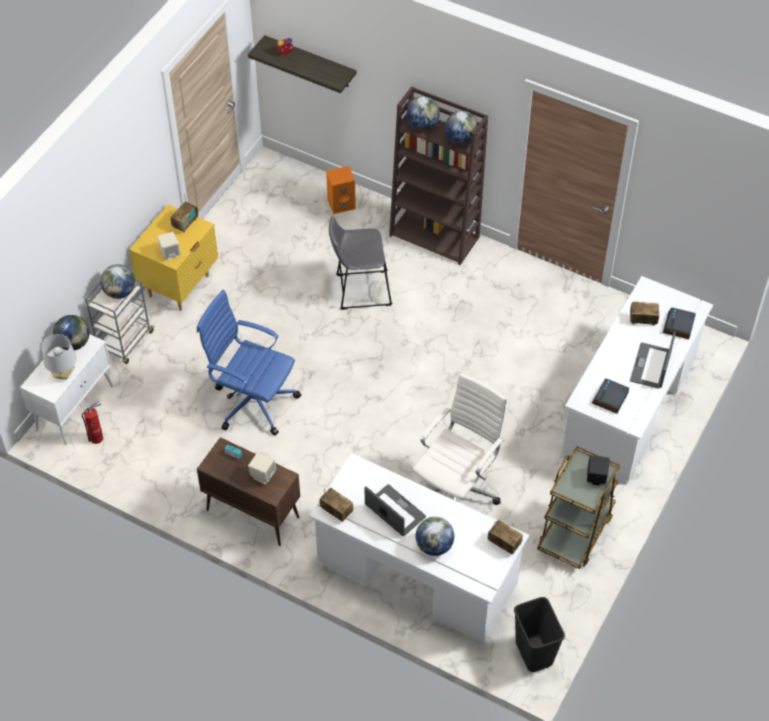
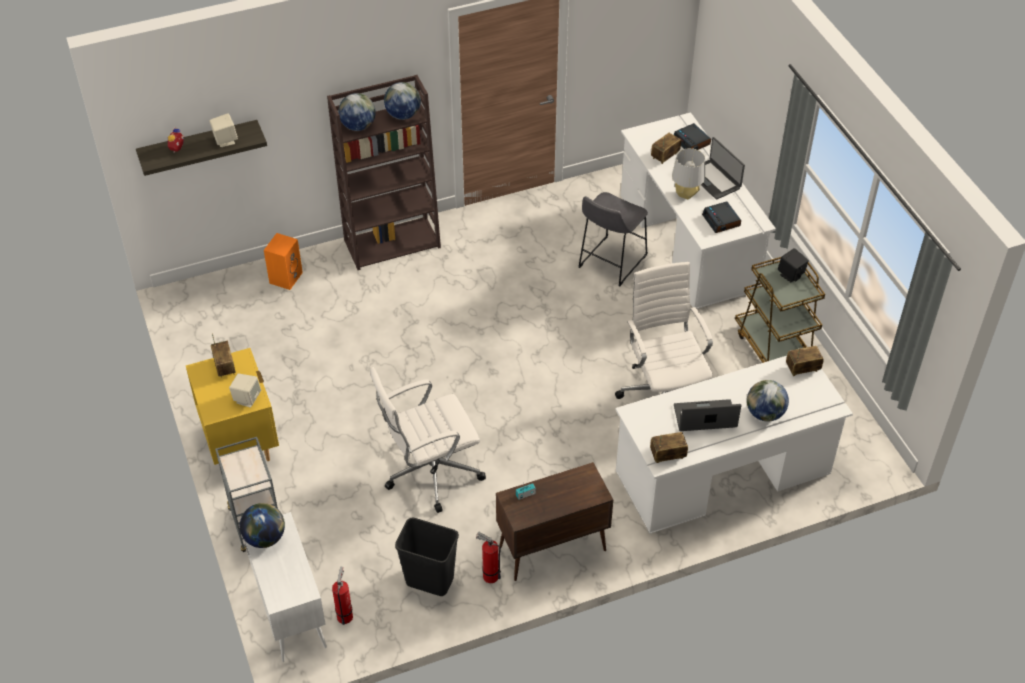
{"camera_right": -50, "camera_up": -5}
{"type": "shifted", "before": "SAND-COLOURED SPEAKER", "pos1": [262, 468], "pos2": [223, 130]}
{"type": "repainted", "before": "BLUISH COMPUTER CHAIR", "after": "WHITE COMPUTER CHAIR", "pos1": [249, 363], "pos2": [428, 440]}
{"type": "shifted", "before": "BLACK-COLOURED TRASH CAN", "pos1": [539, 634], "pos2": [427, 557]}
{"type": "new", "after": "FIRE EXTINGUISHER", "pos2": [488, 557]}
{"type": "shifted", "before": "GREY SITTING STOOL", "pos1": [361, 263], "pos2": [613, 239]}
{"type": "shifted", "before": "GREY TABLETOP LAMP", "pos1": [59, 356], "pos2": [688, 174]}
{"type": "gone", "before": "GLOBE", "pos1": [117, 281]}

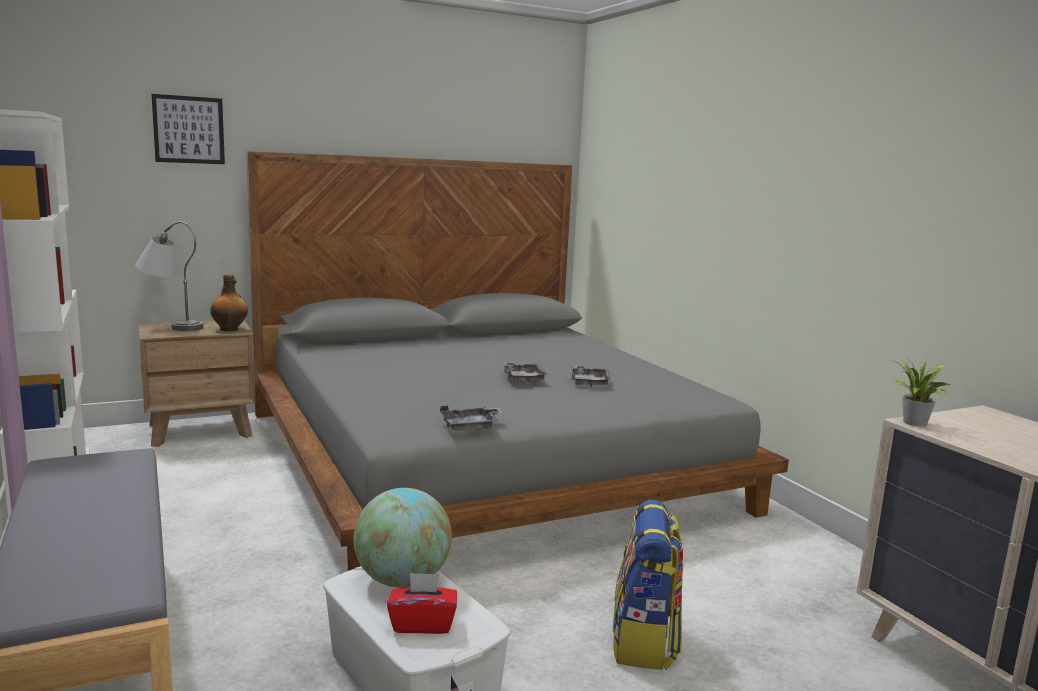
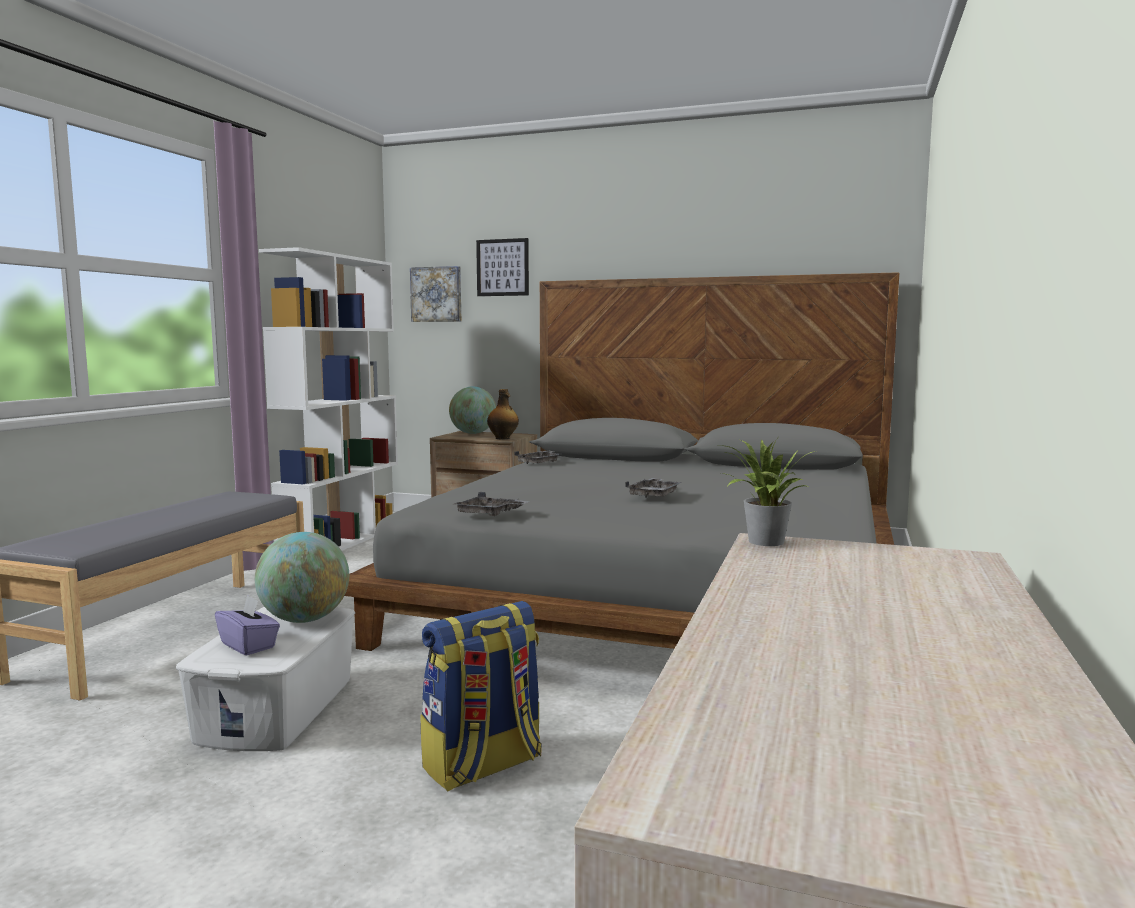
{"camera_right": 45, "camera_up": -5}
{"type": "repainted", "before": "RED TISSUE HOLDER", "after": "PURPLE-COLOURED TISSUE HOLDER", "pos1": [422, 603], "pos2": [247, 625]}
{"type": "new", "after": "WALL PICTURE", "pos2": [435, 294]}
{"type": "swapped", "before": "GREY TABLETOP LAMP", "after": "GLOBE", "pos1": [169, 276], "pos2": [472, 410]}
{"type": "shifted", "before": "GREY TRAY", "pos1": [591, 376], "pos2": [536, 457]}

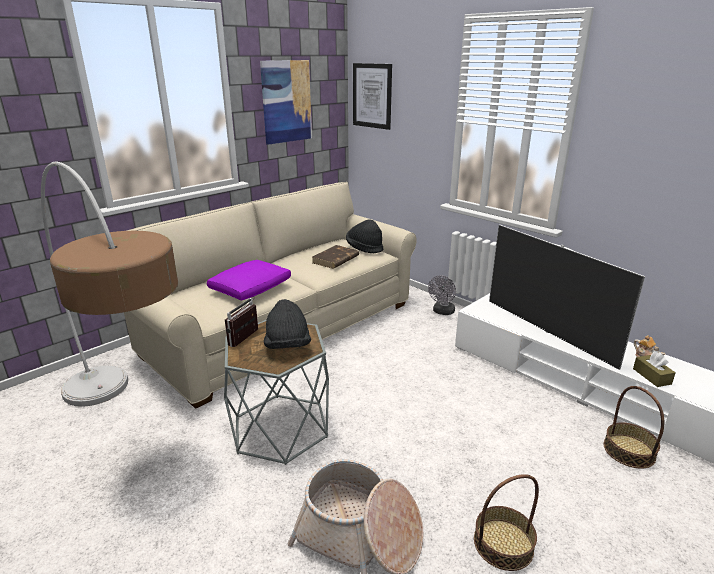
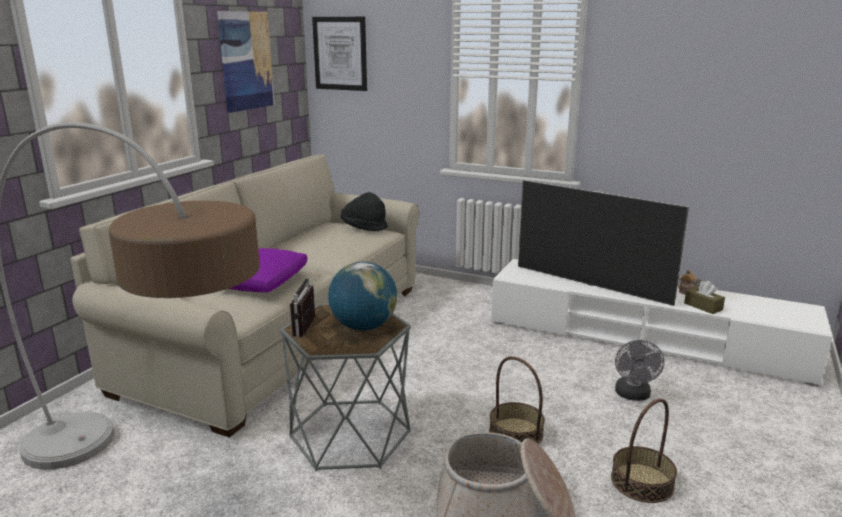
{"camera_right": -20, "camera_up": -5}
{"type": "swapped", "before": "BLACK-COLOURED WEARABLE HAT", "after": "GLOBE", "pos1": [287, 324], "pos2": [362, 296]}
{"type": "shifted", "before": "HOUSEHOLD BASKET", "pos1": [633, 427], "pos2": [517, 400]}
{"type": "shifted", "before": "GREY ELECTRIC FAN", "pos1": [442, 295], "pos2": [639, 370]}
{"type": "gone", "before": "BROWN BOUND BOOK", "pos1": [335, 257]}

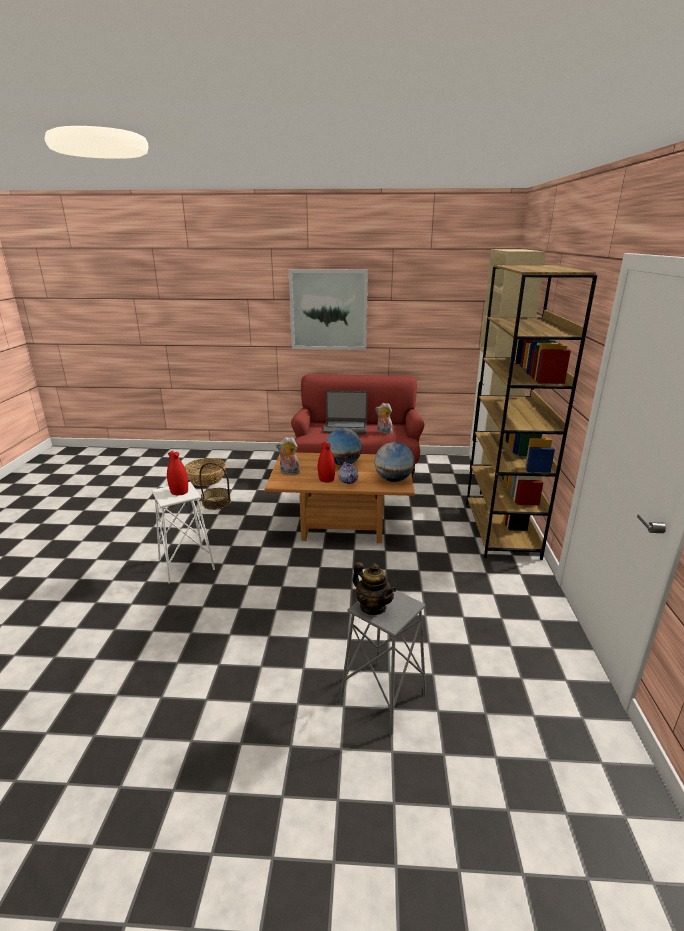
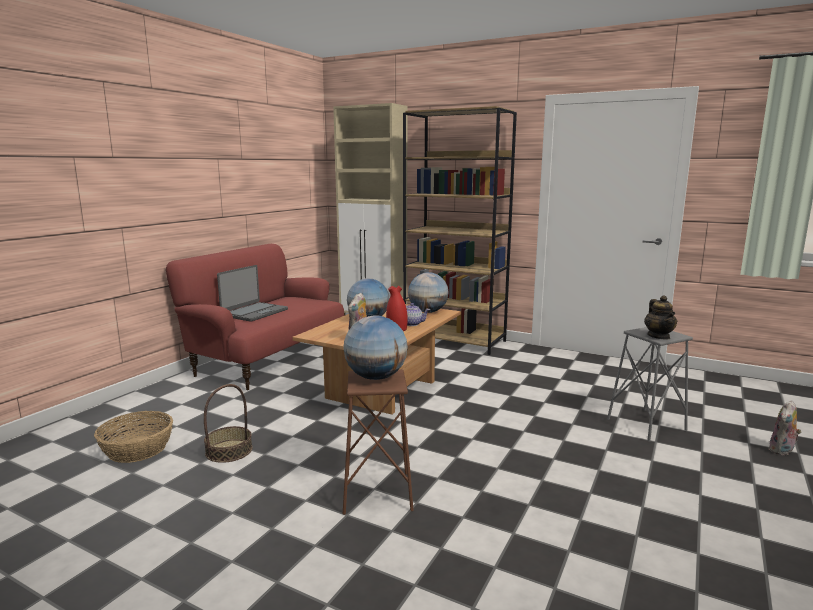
{"camera_right": -65, "camera_up": -10}
{"type": "swapped", "before": "RED VASE", "after": "GLOBE", "pos1": [177, 473], "pos2": [375, 347]}
{"type": "repainted", "before": "WHITE SITTING STOOL", "after": "BROWN SITTING STOOL", "pos1": [183, 533], "pos2": [378, 442]}
{"type": "rotated", "before": "TEA POT", "pos1": [374, 588], "pos2": [660, 317], "turn": 105}
{"type": "shifted", "before": "PLUSH TOY", "pos1": [384, 418], "pos2": [785, 427]}
{"type": "gone", "before": "WALL PICTURE", "pos1": [328, 309]}

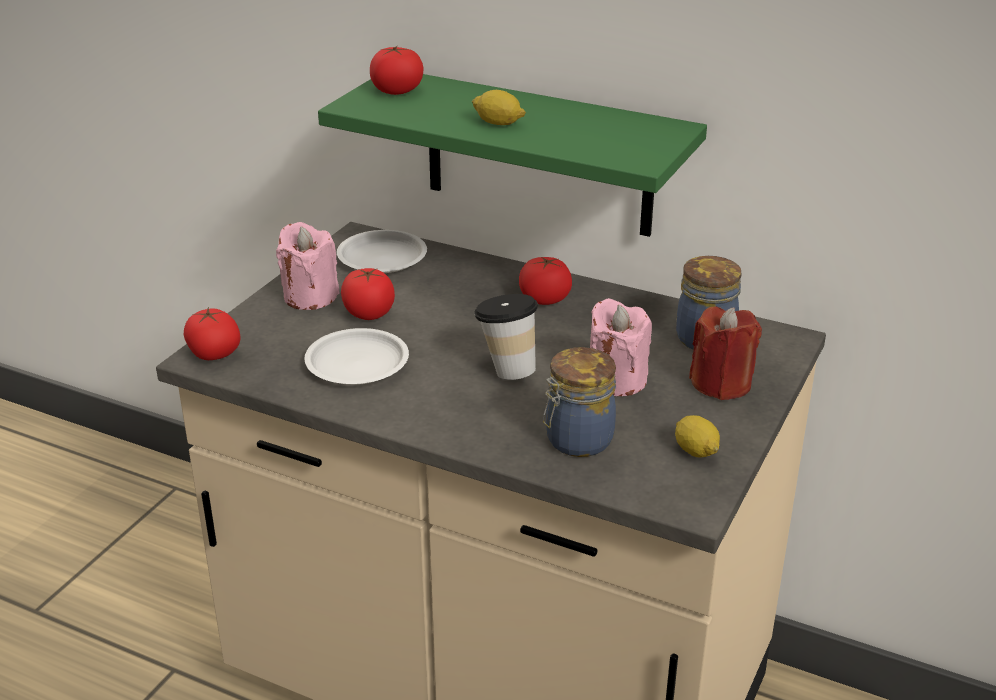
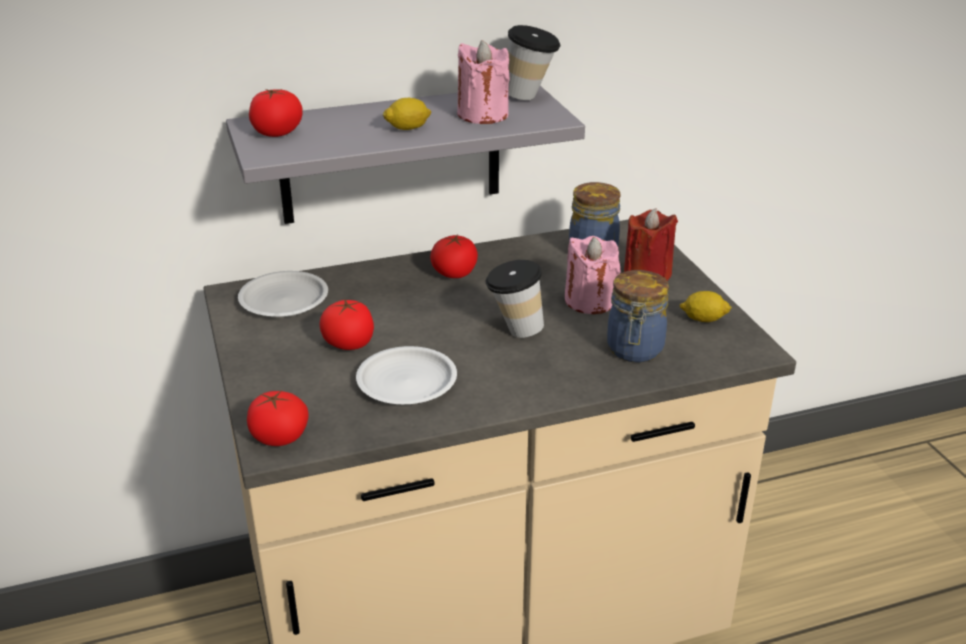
{"camera_right": -45, "camera_up": 0}
{"type": "repainted", "before": "GREEN BRACKET SHELF", "after": "GREY BRACKET SHELF", "pos1": [512, 155], "pos2": [405, 155]}
{"type": "shifted", "before": "PINK-COLOURED WAX CANDLE", "pos1": [308, 266], "pos2": [483, 82]}
{"type": "new", "after": "DRINKING CUP", "pos2": [534, 62]}

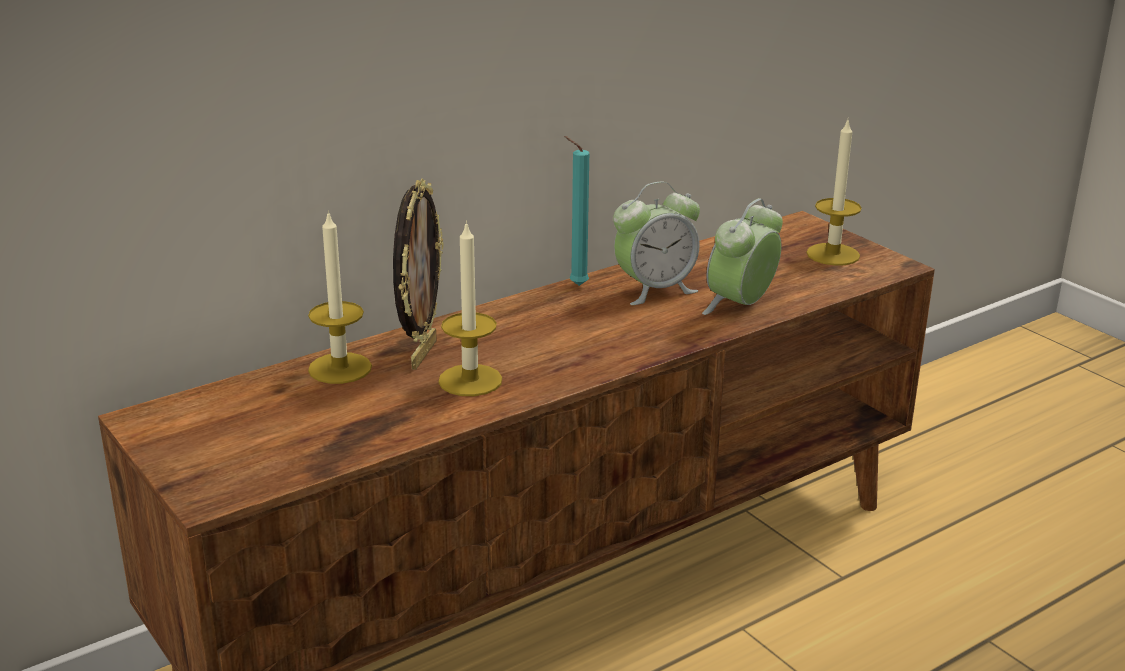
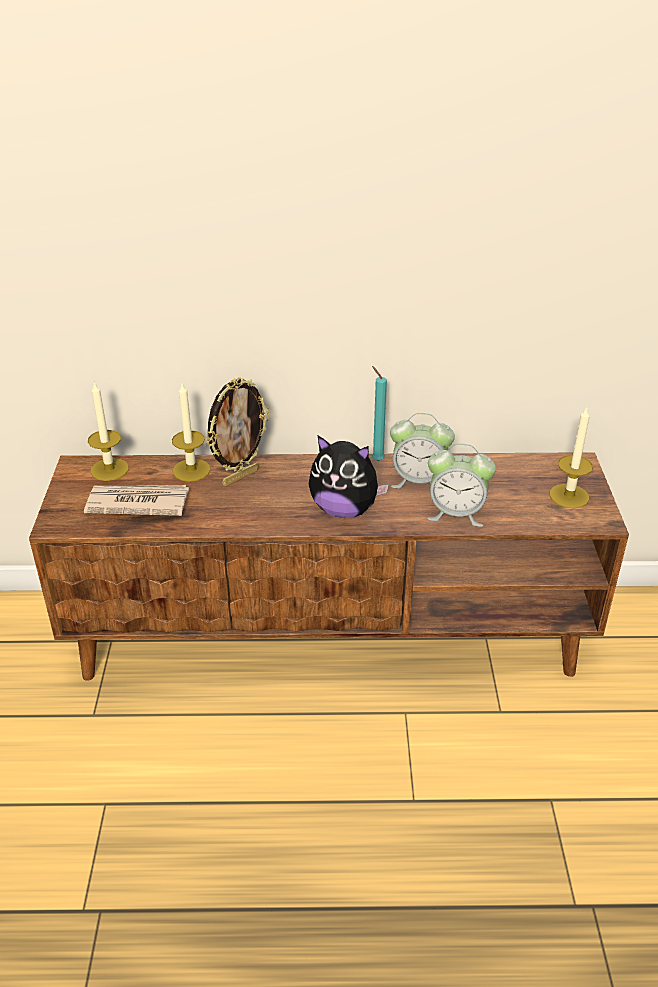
{"camera_right": 35, "camera_up": 10}
{"type": "new", "after": "NEWSPAPER", "pos2": [136, 500]}
{"type": "shifted", "before": "WAX CANDLE", "pos1": [470, 308], "pos2": [108, 431]}
{"type": "new", "after": "PLUSH TOY", "pos2": [349, 477]}
{"type": "rotated", "before": "BEDSIDE CLOCK", "pos1": [742, 256], "pos2": [462, 485], "turn": -150}

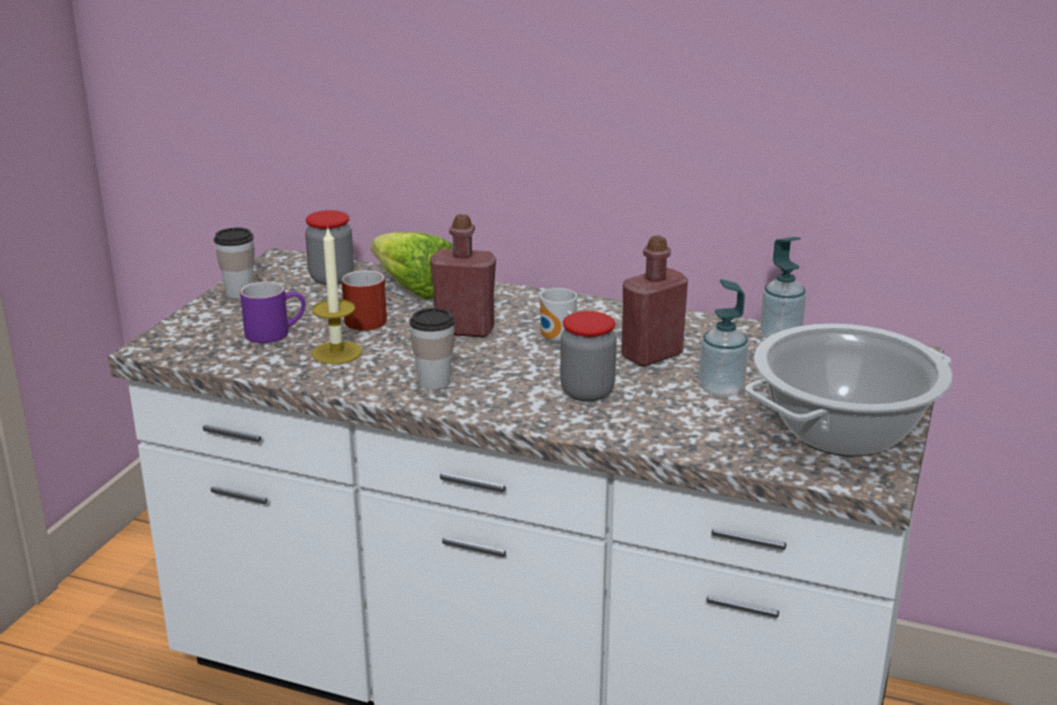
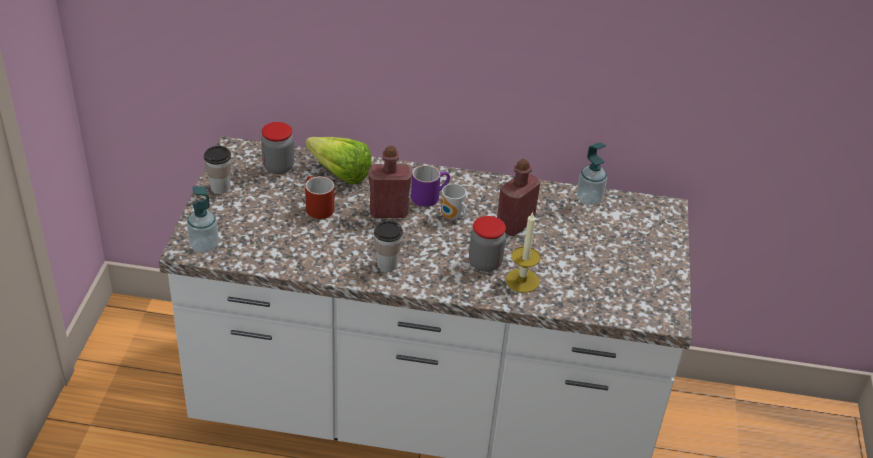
{"camera_right": -15, "camera_up": 15}
{"type": "shifted", "before": "LIQUID SOAP BOTTLE", "pos1": [724, 338], "pos2": [202, 219]}
{"type": "shifted", "before": "PURPLE-COLOURED TEA MUG", "pos1": [273, 312], "pos2": [430, 186]}
{"type": "shifted", "before": "WAX CANDLE", "pos1": [337, 295], "pos2": [523, 252]}
{"type": "gone", "before": "SAUCEPOT", "pos1": [848, 390]}

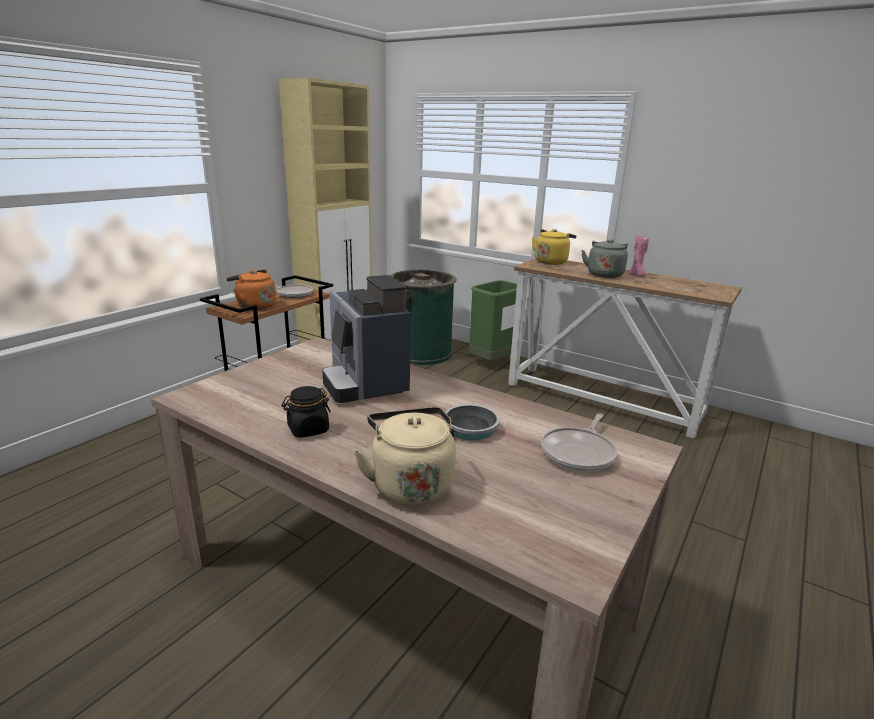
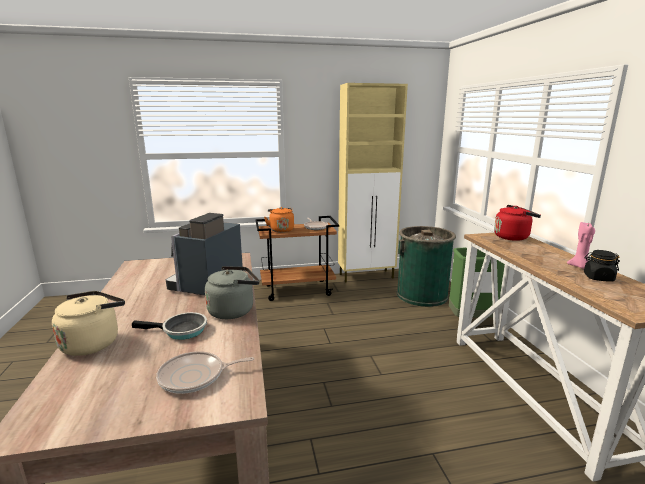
{"camera_right": 45, "camera_up": -5}
{"type": "shifted", "before": "GREY TEA KETTLE", "pos1": [604, 258], "pos2": [232, 292]}
{"type": "repainted", "before": "YELLOWISH TEA KETTLE", "after": "RED TEA KETTLE", "pos1": [554, 247], "pos2": [517, 223]}
{"type": "shifted", "before": "BLACK-COLOURED JAR", "pos1": [306, 412], "pos2": [602, 265]}

